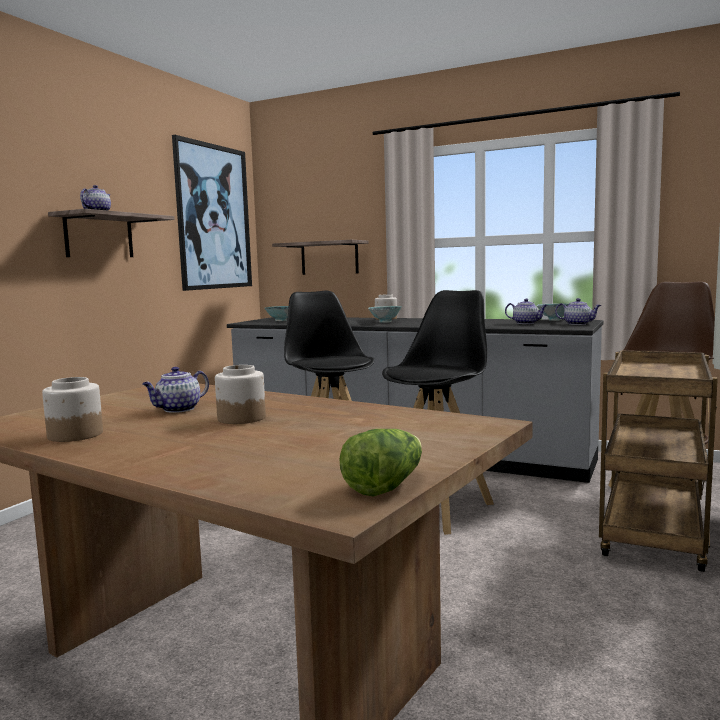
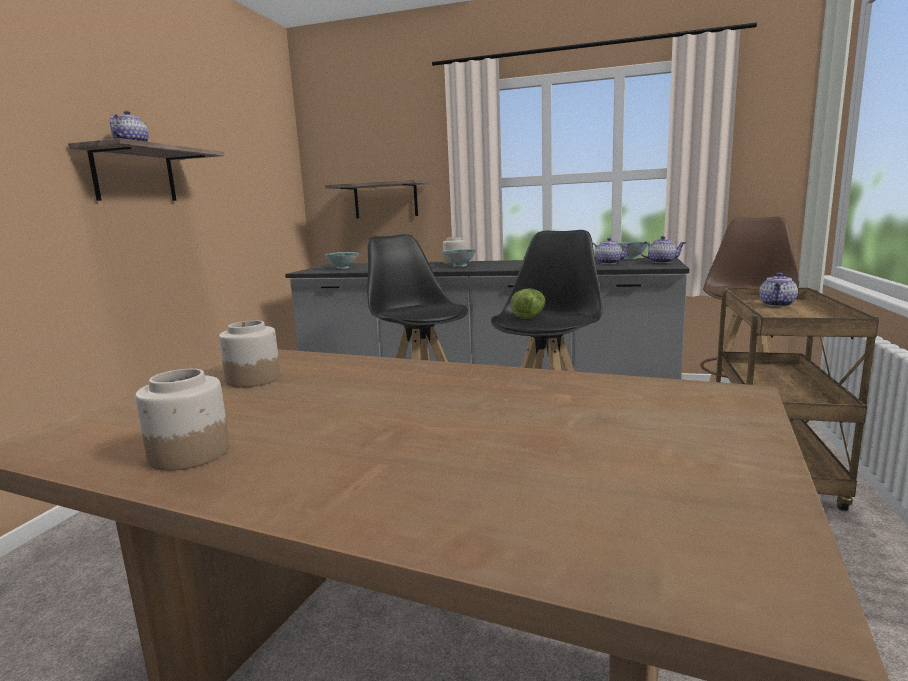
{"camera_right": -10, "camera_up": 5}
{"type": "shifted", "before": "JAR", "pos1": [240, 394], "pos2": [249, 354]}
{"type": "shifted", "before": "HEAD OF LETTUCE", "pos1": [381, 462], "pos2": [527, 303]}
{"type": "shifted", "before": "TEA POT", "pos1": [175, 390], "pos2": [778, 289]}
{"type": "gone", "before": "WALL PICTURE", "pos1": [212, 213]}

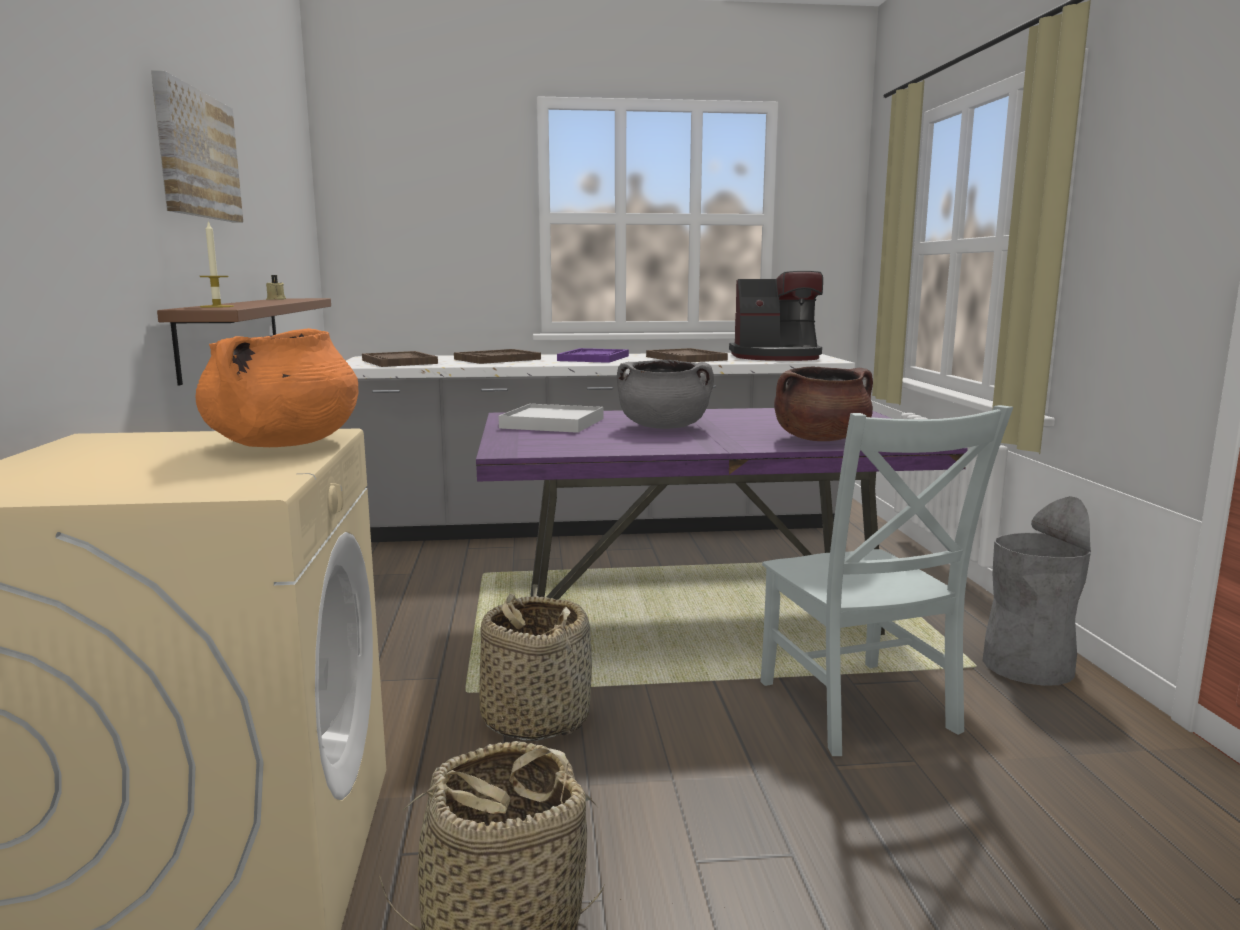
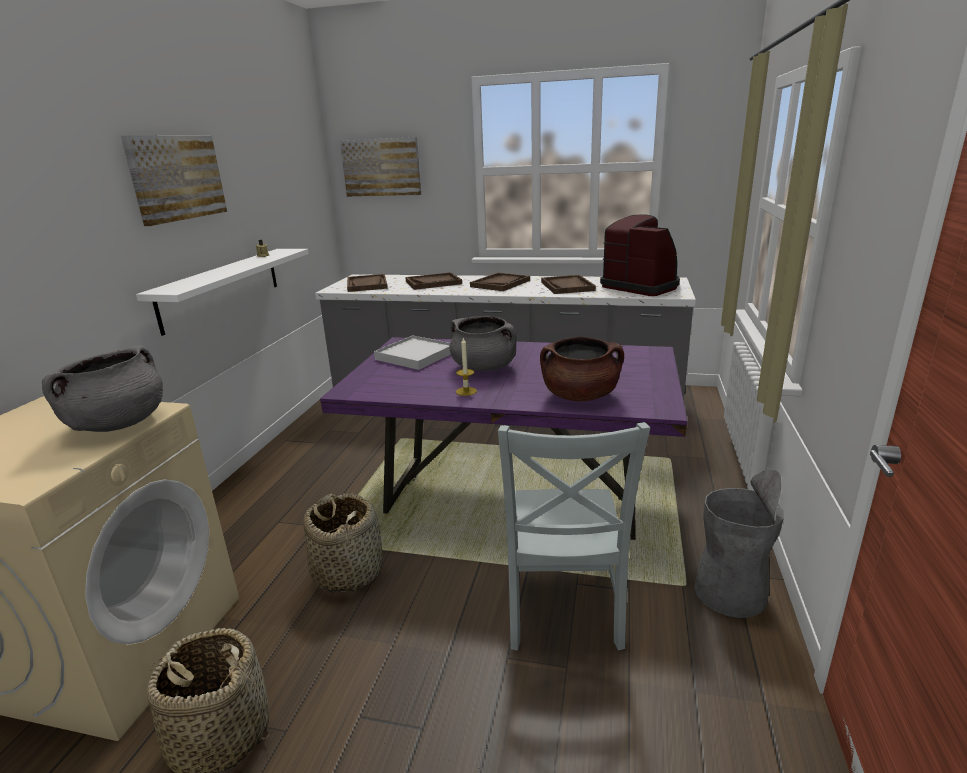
{"camera_right": 20, "camera_up": 10}
{"type": "repainted", "before": "ORANGE SAUCEPOT", "after": "GREY SAUCEPOT", "pos1": [277, 387], "pos2": [102, 389]}
{"type": "repainted", "before": "BROWN BRACKET SHELF", "after": "WHITE BRACKET SHELF", "pos1": [244, 341], "pos2": [222, 292]}
{"type": "new", "after": "WALL PICTURE", "pos2": [380, 167]}
{"type": "shifted", "before": "WAX CANDLE", "pos1": [216, 264], "pos2": [466, 367]}
{"type": "repainted", "before": "PURPLE-COLOURED TRAY", "after": "BROWN TRAY", "pos1": [593, 355], "pos2": [500, 282]}
{"type": "rotated", "before": "COFFEE MACHINE", "pos1": [776, 316], "pos2": [640, 255], "turn": -150}

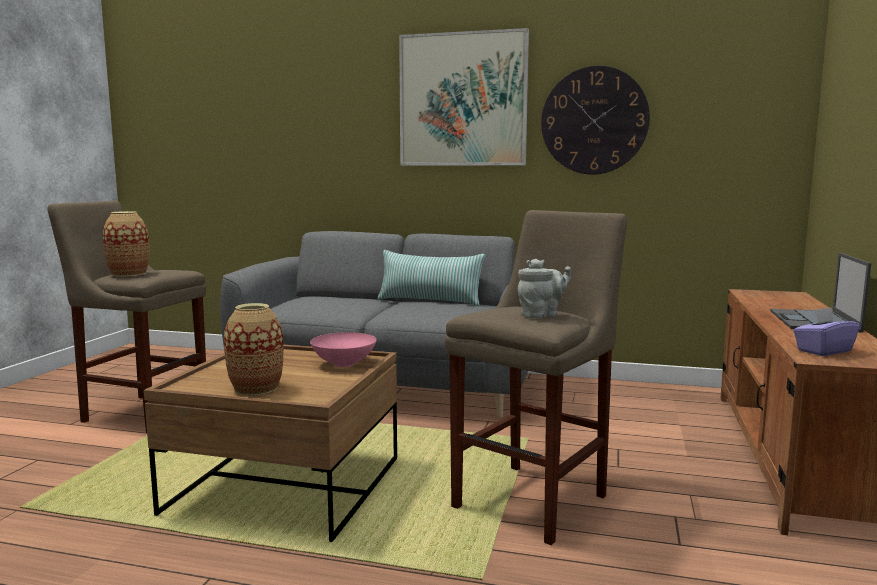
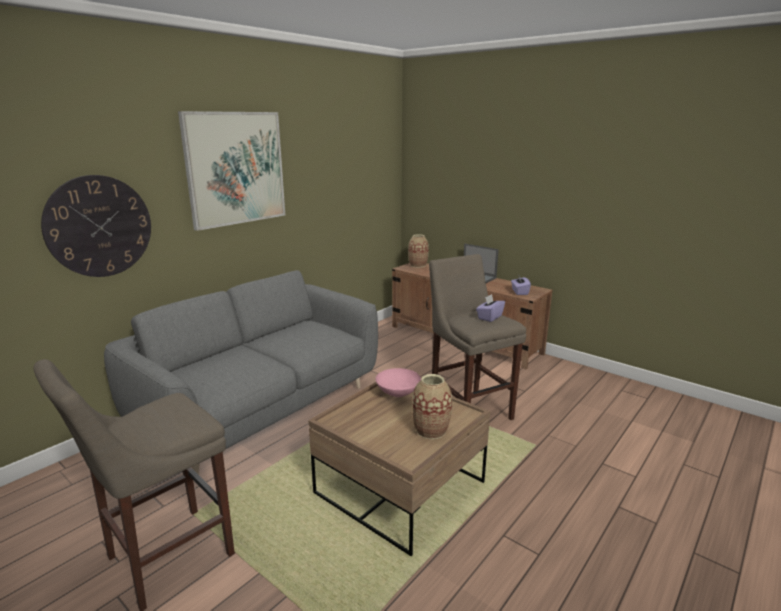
{"camera_right": -65, "camera_up": 10}
{"type": "shifted", "before": "WALL CLOCK", "pos1": [595, 120], "pos2": [96, 226]}
{"type": "shifted", "before": "VASE", "pos1": [126, 244], "pos2": [418, 251]}
{"type": "swapped", "before": "GREY TEA POT", "after": "PURPLE-COLOURED TISSUE HOLDER", "pos1": [544, 288], "pos2": [490, 308]}
{"type": "gone", "before": "THROW PILLOW", "pos1": [431, 278]}

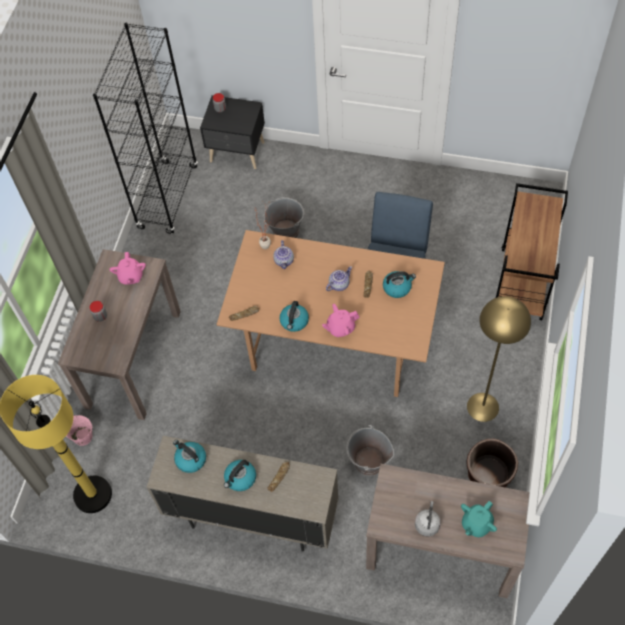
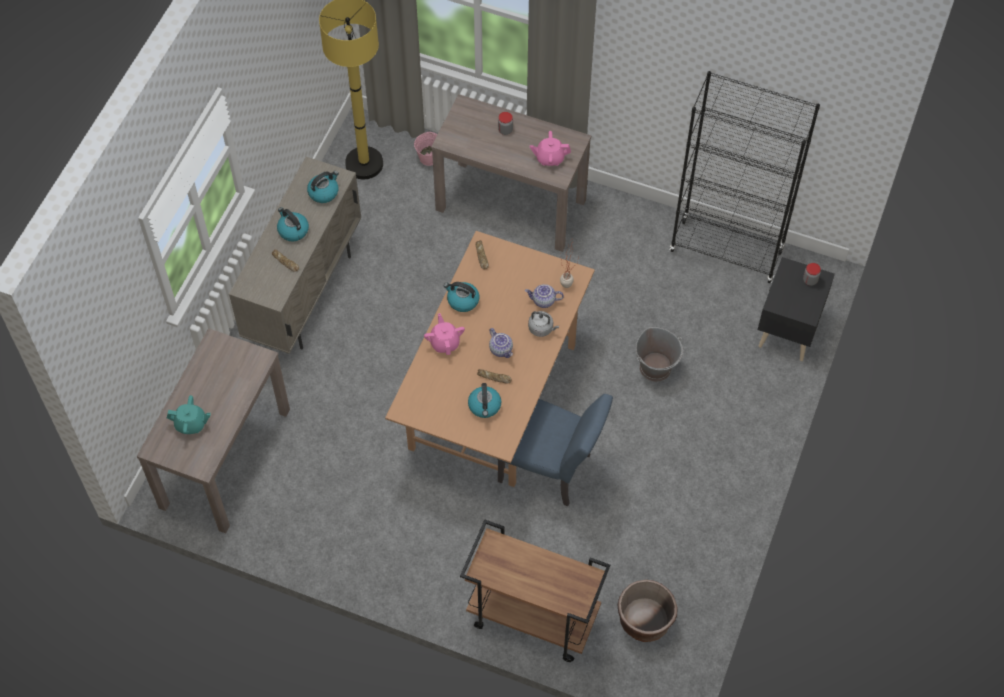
{"camera_right": 95, "camera_up": 0}
{"type": "rotated", "before": "TURQUOISE-COLOURED TEA POT", "pos1": [479, 519], "pos2": [189, 414], "turn": 135}
{"type": "shifted", "before": "GREY TEA KETTLE", "pos1": [428, 518], "pos2": [543, 324]}
{"type": "shifted", "before": "BROWN PLANTER", "pos1": [492, 463], "pos2": [647, 611]}
{"type": "gone", "before": "GREY PAIL", "pos1": [370, 450]}
{"type": "gone", "before": "YELLOWISH FLOOR LAMP", "pos1": [499, 359]}

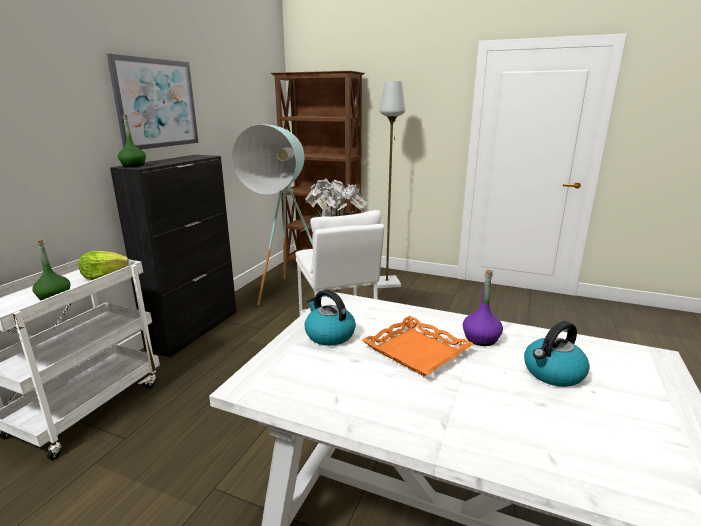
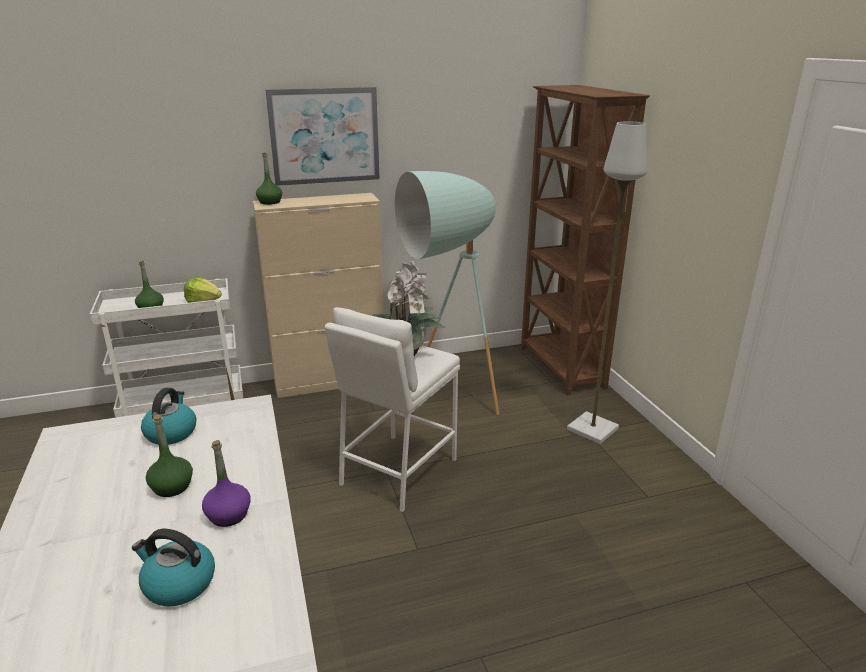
{"camera_right": 50, "camera_up": 5}
{"type": "swapped", "before": "ORANGE TRAY", "after": "GREEN BOTTLE", "pos1": [418, 346], "pos2": [169, 455]}
{"type": "repainted", "before": "BLACK-COLOURED CUPBOARD", "after": "SAND-COLOURED CUPBOARD", "pos1": [173, 256], "pos2": [318, 295]}

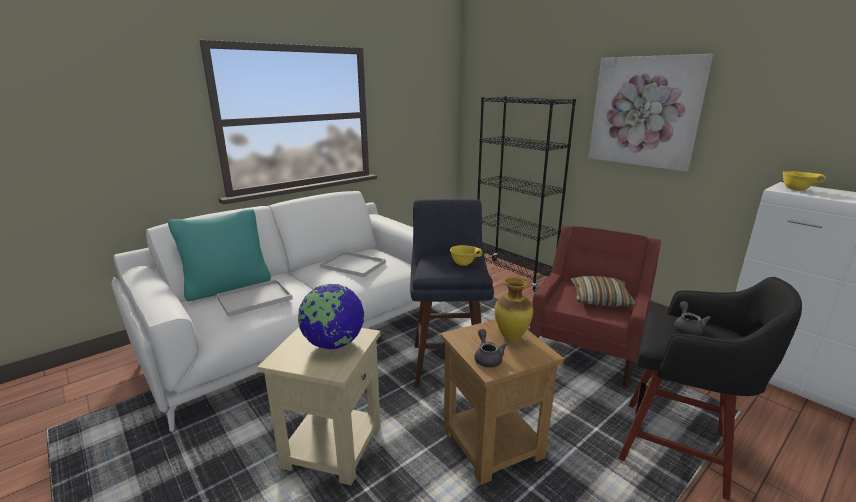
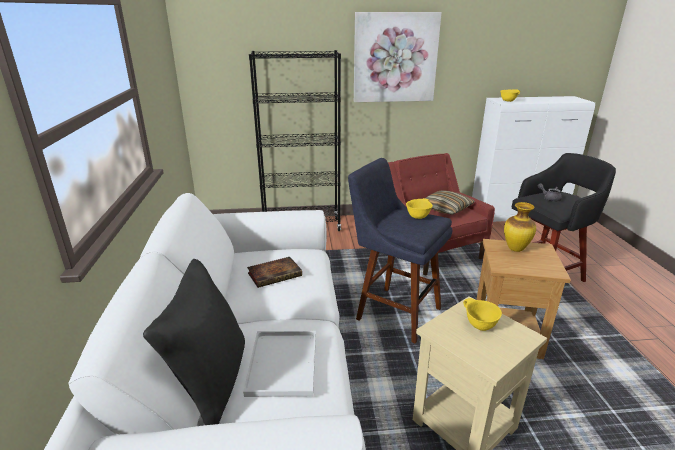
{"camera_right": -55, "camera_up": 5}
{"type": "repainted", "before": "TURQUOISE-COLOURED THROW PILLOW", "after": "BLACK-COLOURED THROW PILLOW", "pos1": [219, 255], "pos2": [194, 342]}
{"type": "swapped", "before": "WHITE TRAY", "after": "BOUND BOOK", "pos1": [353, 264], "pos2": [274, 272]}
{"type": "swapped", "before": "GLOBE", "after": "YELLOWISH BOWL", "pos1": [331, 316], "pos2": [482, 314]}
{"type": "gone", "before": "GREY TEA POT", "pos1": [491, 348]}

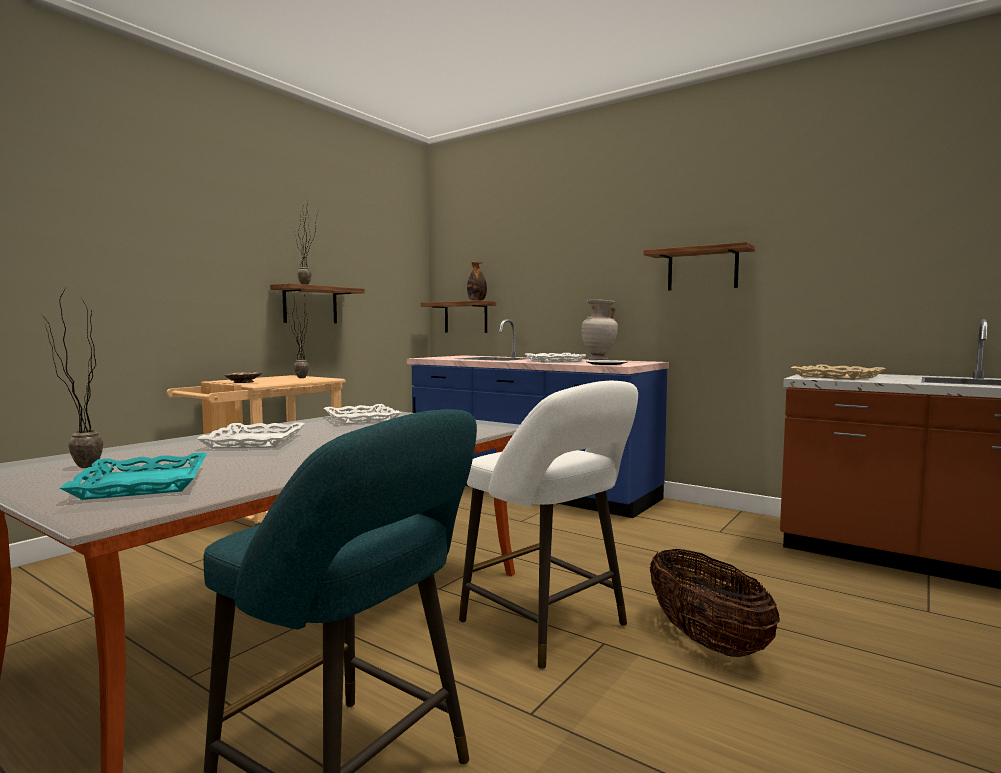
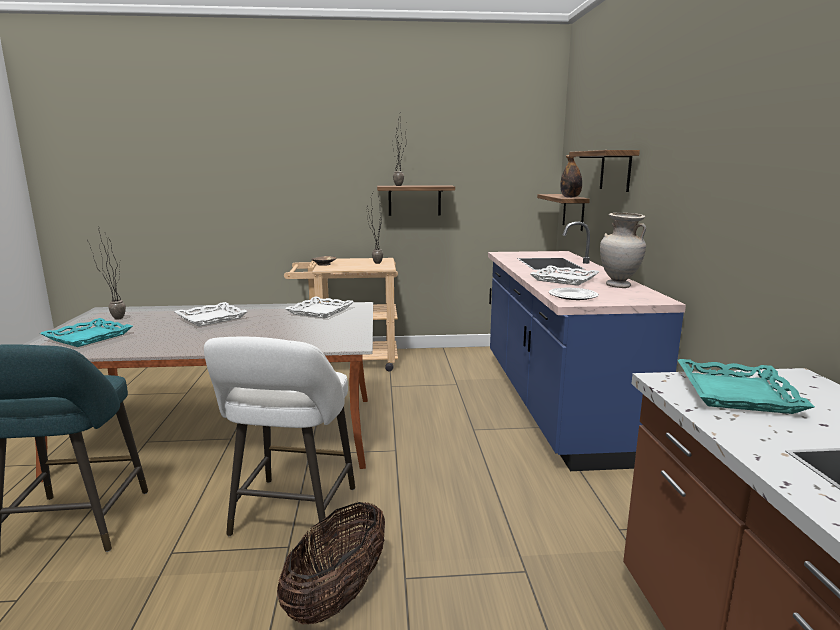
{"camera_right": 50, "camera_up": 10}
{"type": "shifted", "before": "BRACKET SHELF", "pos1": [699, 266], "pos2": [604, 171]}
{"type": "repainted", "before": "SAND-COLOURED TRAY", "after": "TURQUOISE-COLOURED TRAY", "pos1": [838, 372], "pos2": [746, 386]}

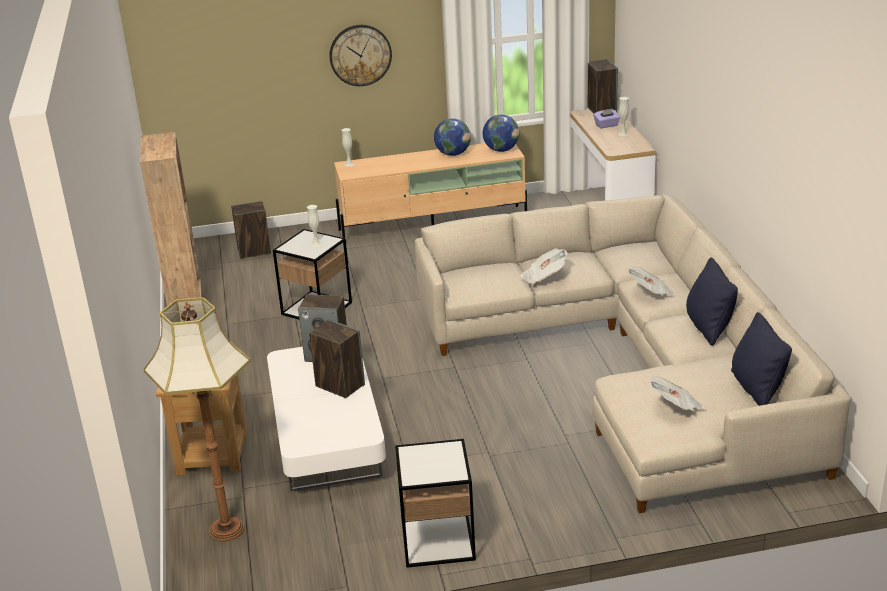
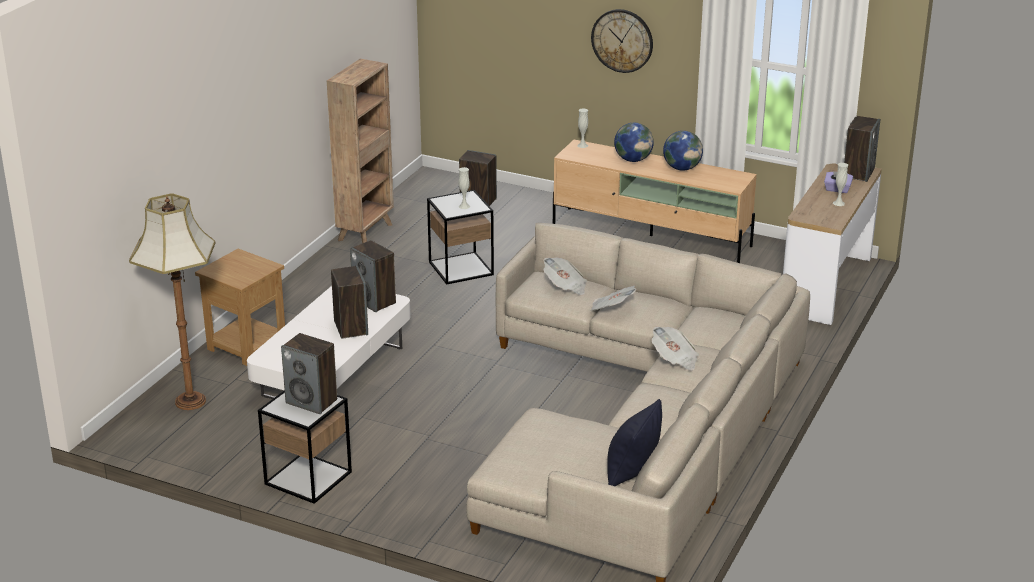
{"camera_right": 35, "camera_up": 0}
{"type": "new", "after": "SPEAKER", "pos2": [309, 373]}
{"type": "shifted", "before": "NEWSPAPER", "pos1": [677, 394], "pos2": [565, 276]}
{"type": "shifted", "before": "GLOBE", "pos1": [501, 133], "pos2": [634, 142]}
{"type": "gone", "before": "BLACK-COLOURED THROW PILLOW", "pos1": [712, 301]}

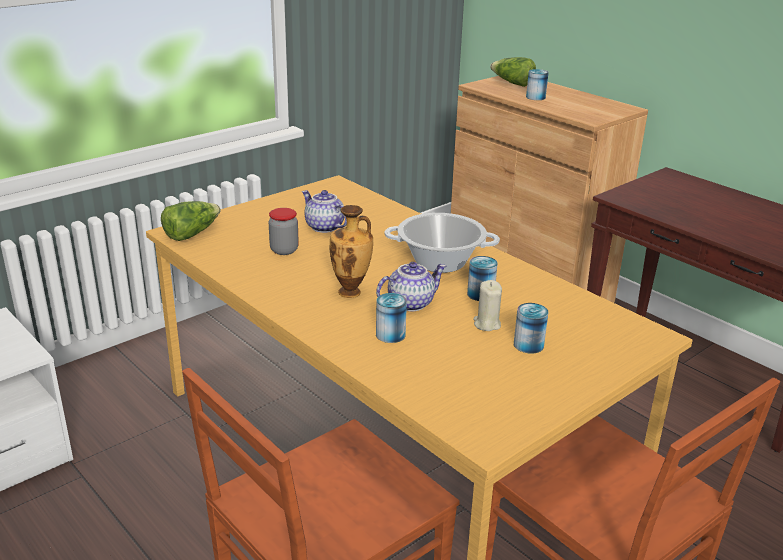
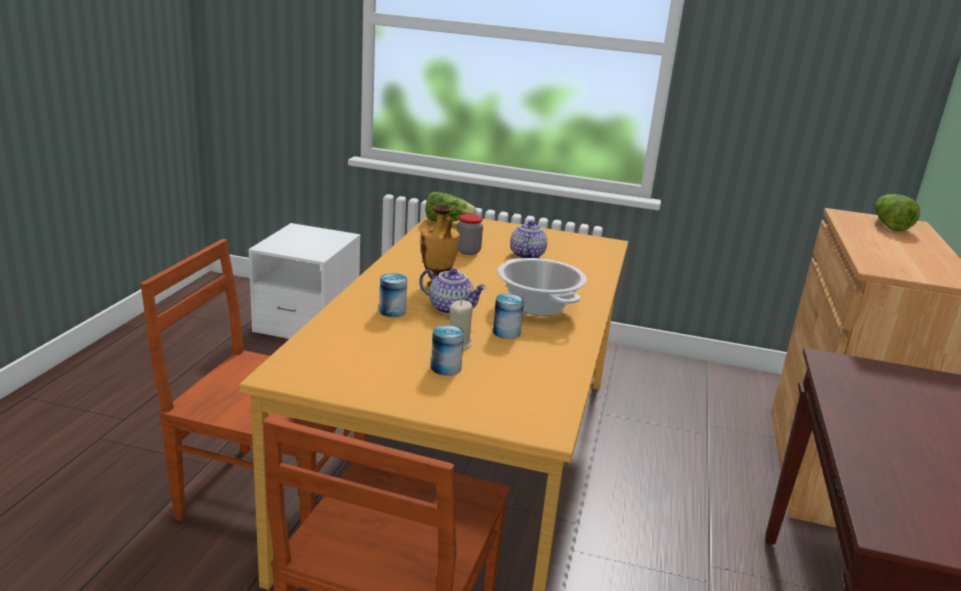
{"camera_right": 55, "camera_up": -5}
{"type": "gone", "before": "CAN", "pos1": [537, 84]}

